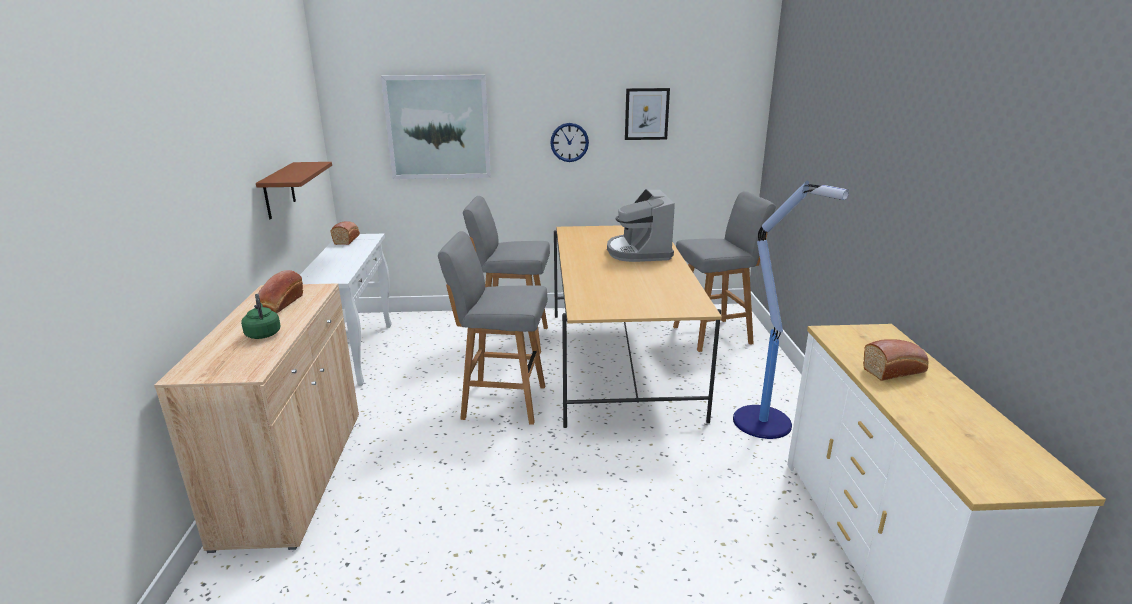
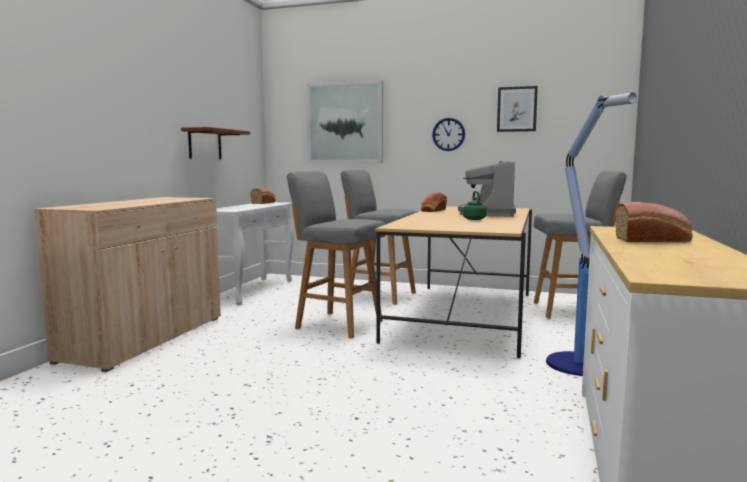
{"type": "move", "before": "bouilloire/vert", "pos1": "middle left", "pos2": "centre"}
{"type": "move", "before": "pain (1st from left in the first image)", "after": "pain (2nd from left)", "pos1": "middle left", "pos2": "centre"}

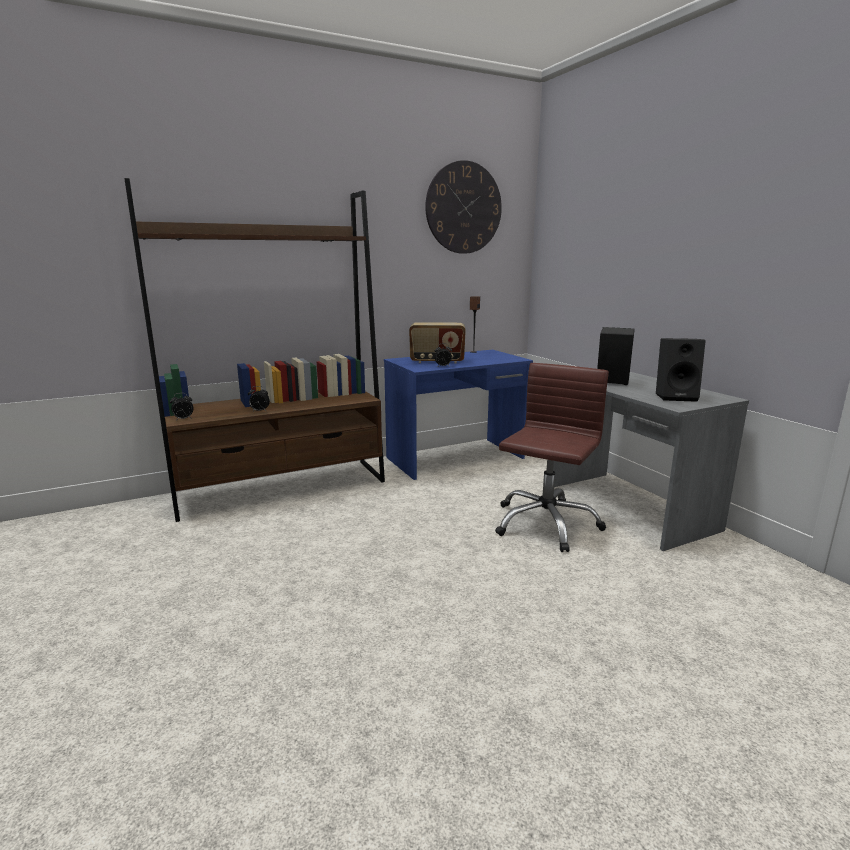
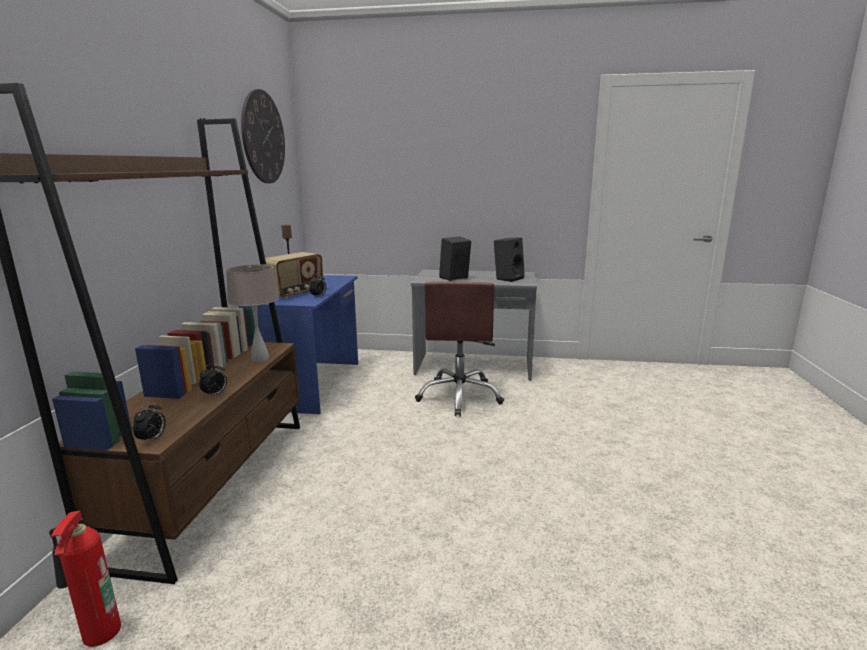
{"type": "rotate", "before": "chaise de bureau/marron", "pos1": "centre", "pos2": "centre", "turn": -150}
{"type": "insert", "after": "extincteur", "pos2": "bottom left"}
{"type": "insert", "after": "lampe de table/beige", "pos2": "middle left"}

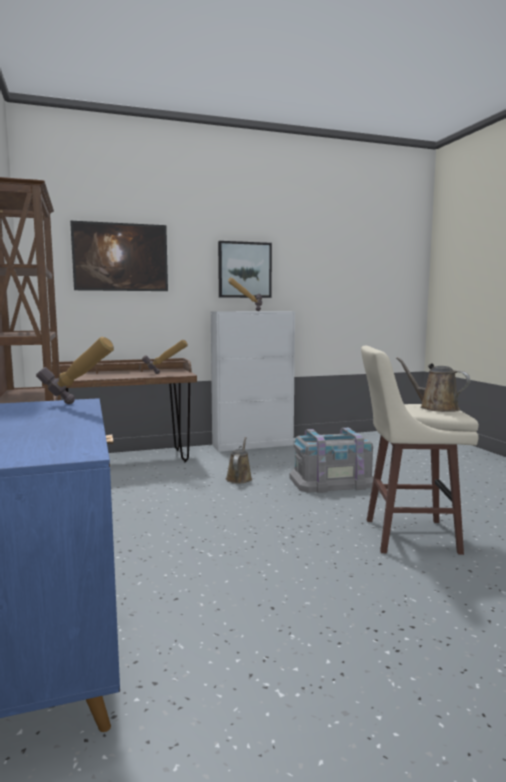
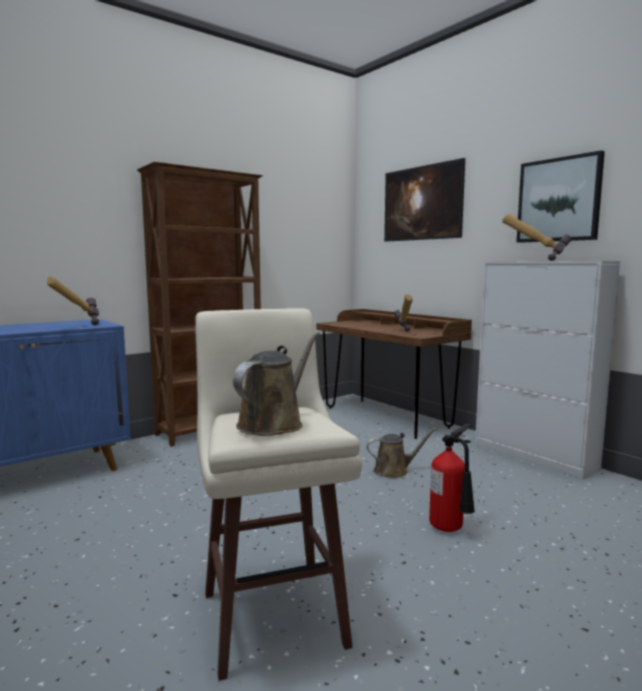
{"type": "replace", "before": "boîte de rangement/gris", "after": "extincteur", "pos1": "centre", "pos2": "bottom right"}

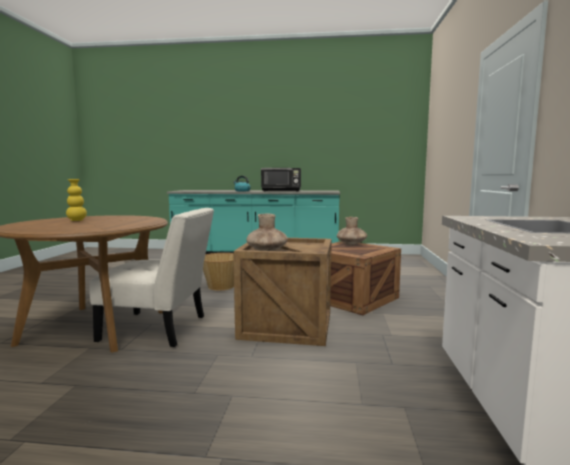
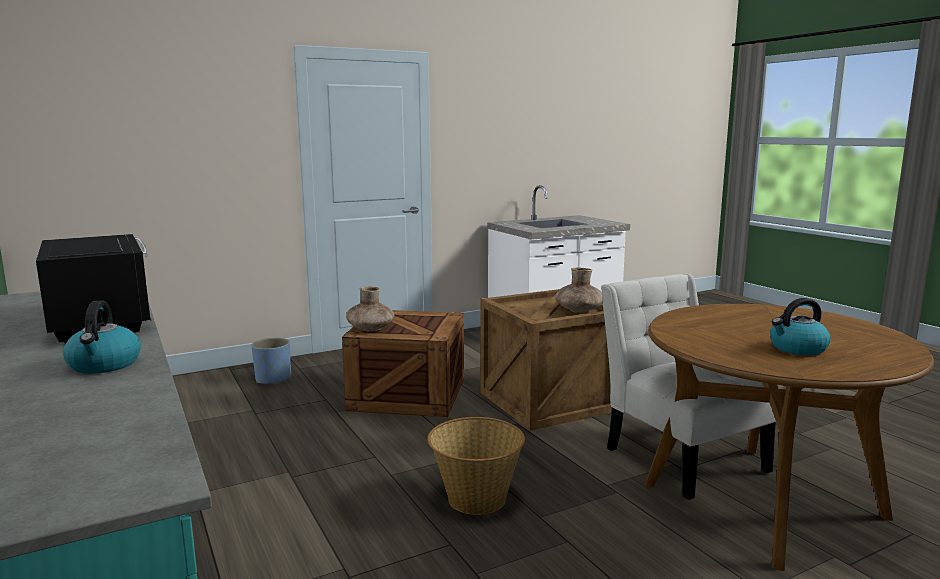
{"type": "replace", "before": "vase/jaune", "after": "bouilloire (2nd from left)", "pos1": "middle left", "pos2": "middle right"}
{"type": "insert", "after": "cache-pot/bleu", "pos2": "middle left"}

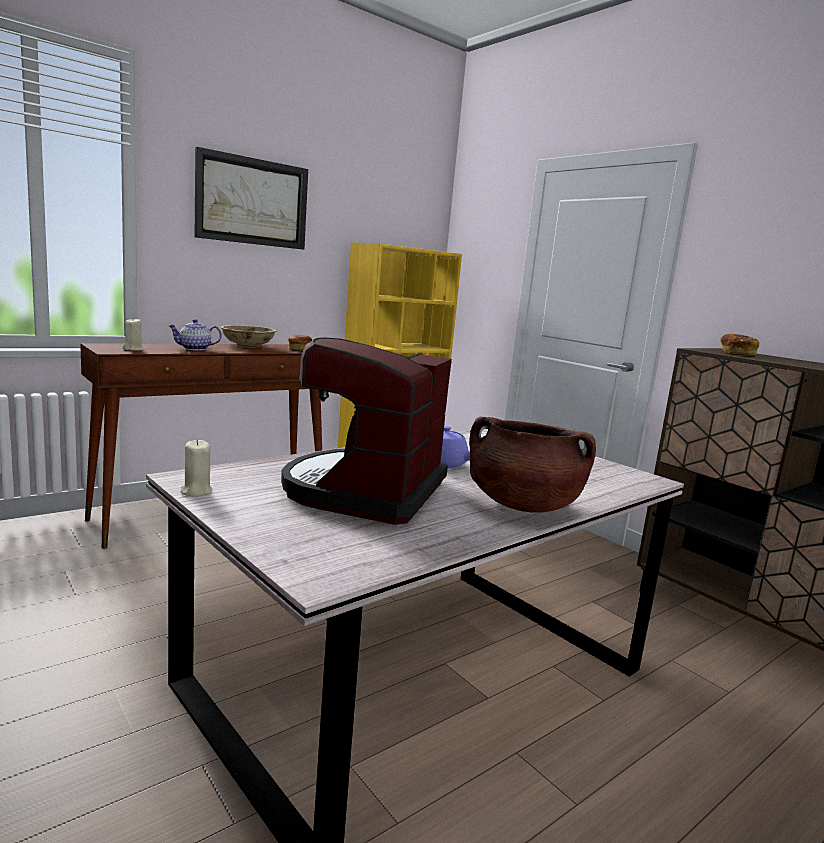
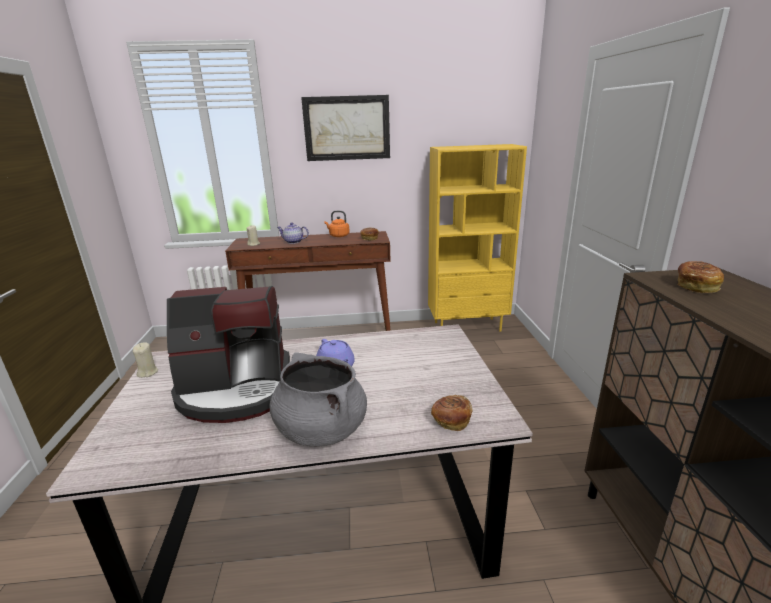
{"type": "replace", "before": "bol/beige", "after": "bouilloire/orange", "pos1": "middle left", "pos2": "centre"}
{"type": "rotate", "before": "machine à café", "pos1": "centre", "pos2": "middle left", "turn": -150}
{"type": "recolor", "before": "marmite/marron", "after": "marmite/gris", "pos1": "centre", "pos2": "centre"}
{"type": "insert", "after": "pain (2nd from left)", "pos2": "bottom centre"}

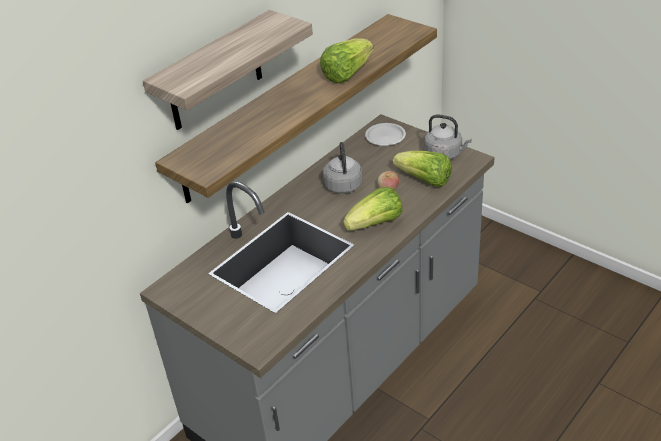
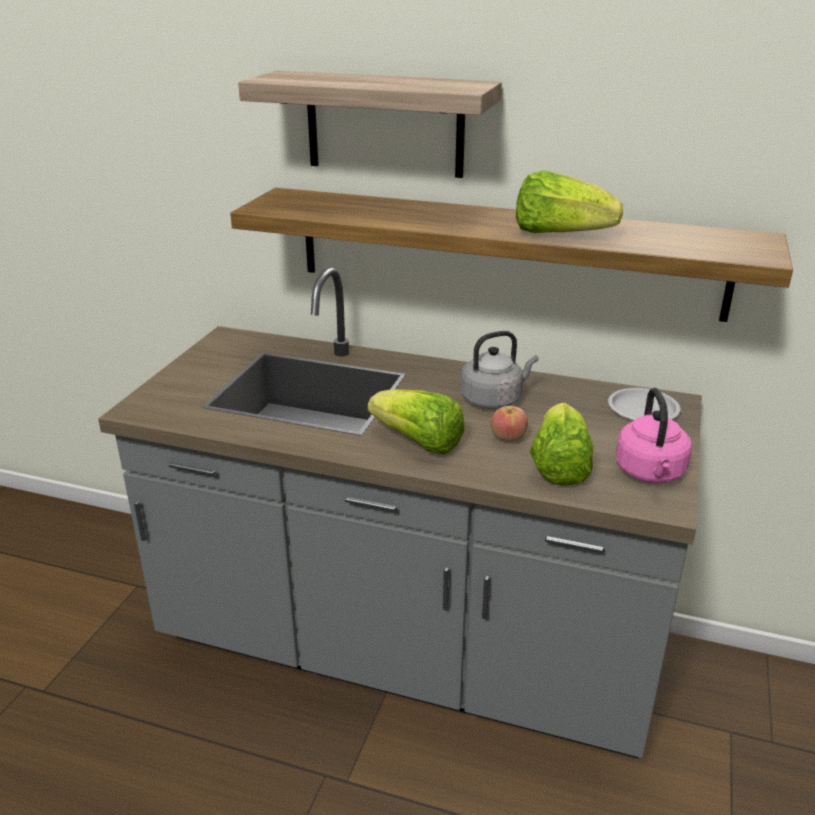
{"type": "recolor", "before": "bouilloire/gris (2nd from left)", "after": "bouilloire/rose", "pos1": "top right", "pos2": "middle right"}

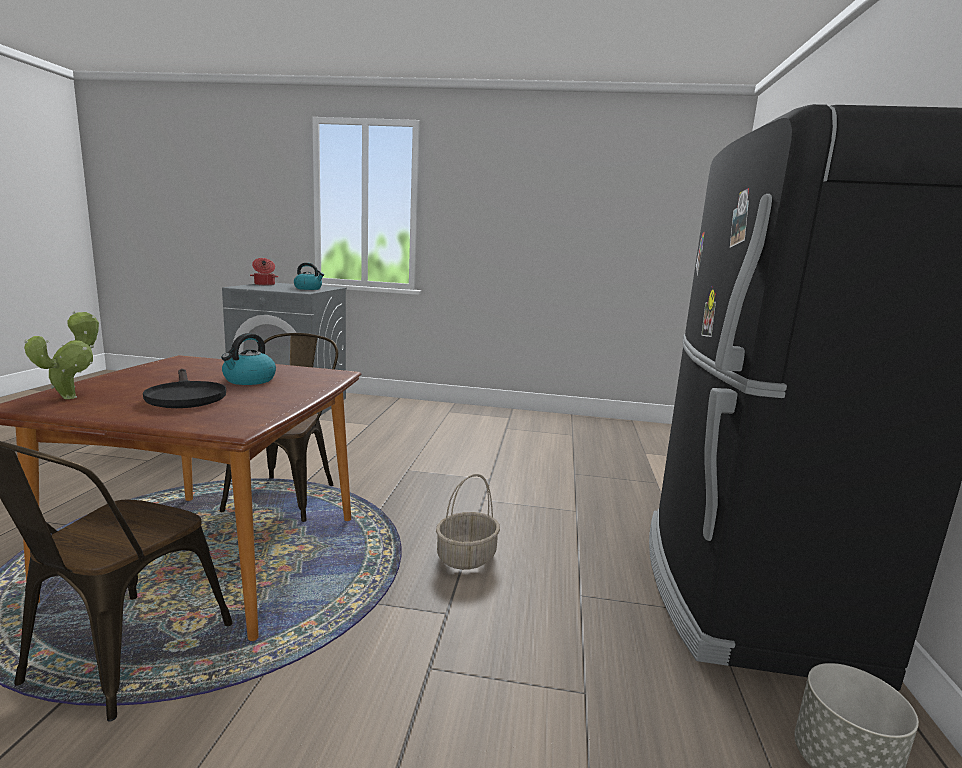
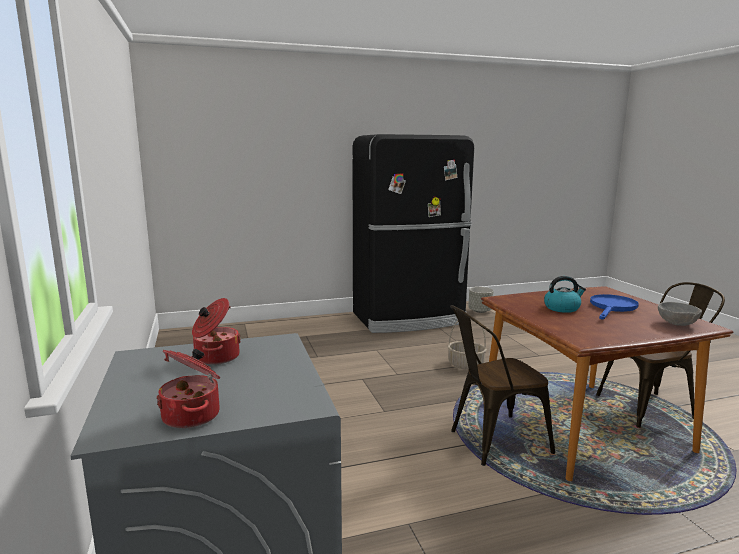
{"type": "replace", "before": "plante en pot", "after": "bol/gris", "pos1": "middle left", "pos2": "middle right"}
{"type": "recolor", "before": "poêle/noir", "after": "poêle/bleu", "pos1": "middle left", "pos2": "middle right"}
{"type": "replace", "before": "bouilloire (2nd from left)", "after": "marmite (2nd from left)", "pos1": "middle left", "pos2": "middle left"}

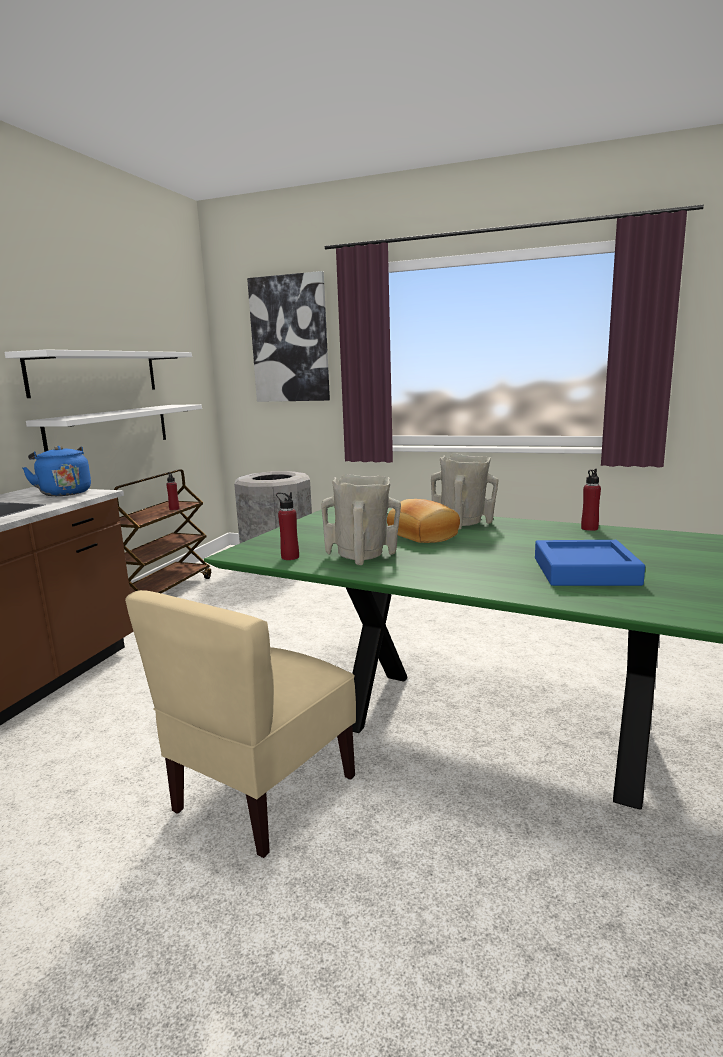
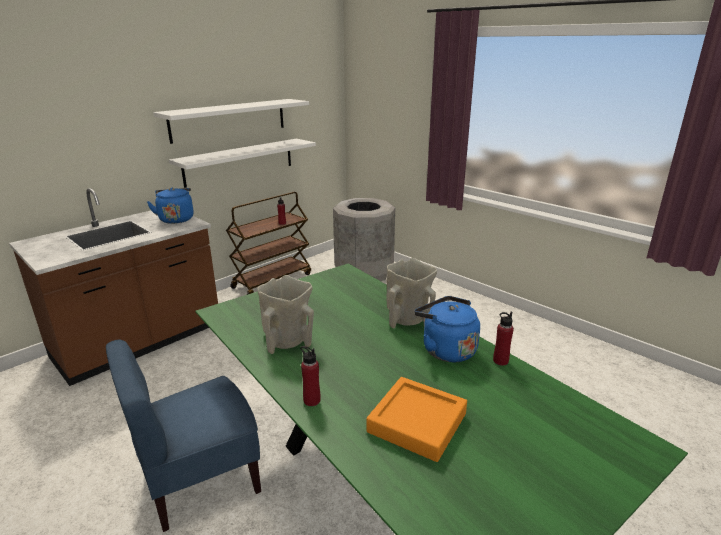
{"type": "recolor", "before": "chaise/beige", "after": "chaise/bleu", "pos1": "bottom left", "pos2": "bottom left"}
{"type": "delete", "before": "tableau", "pos1": "top centre"}
{"type": "move", "before": "bouteille/rouge (2nd from left)", "pos1": "centre", "pos2": "bottom centre"}
{"type": "delete", "before": "pain", "pos1": "centre"}
{"type": "recolor", "before": "plateau/bleu", "after": "plateau/orange", "pos1": "middle right", "pos2": "bottom centre"}
{"type": "insert", "after": "bouilloire/bleu (2nd from left)", "pos2": "centre"}

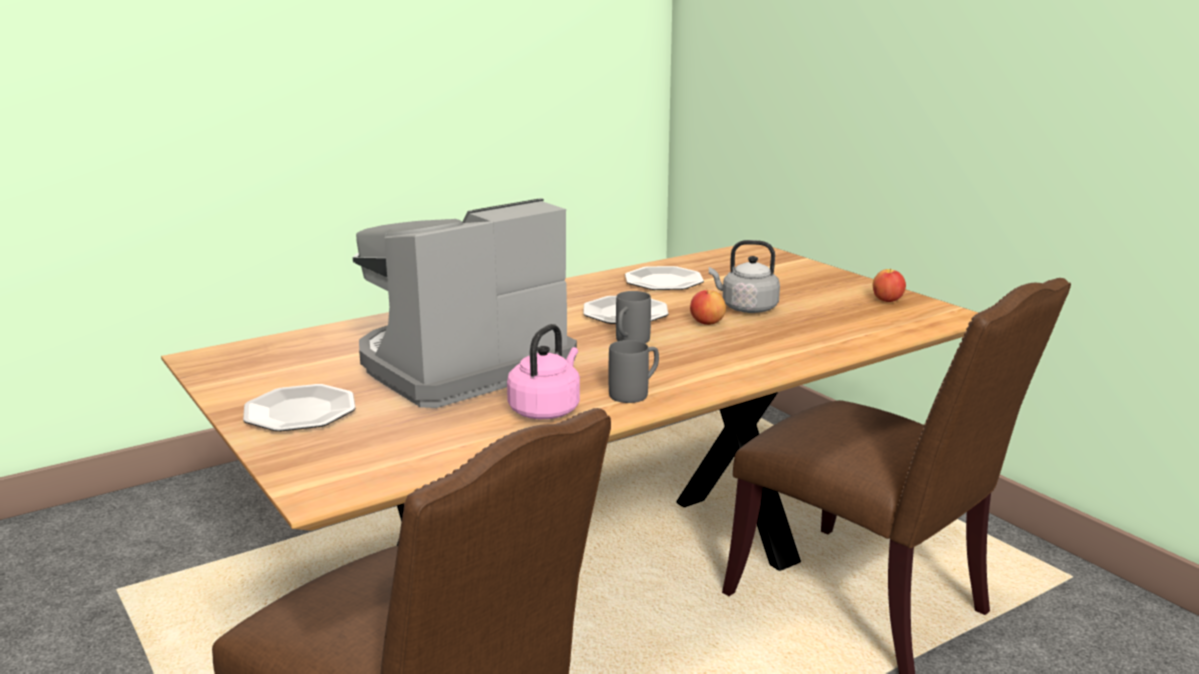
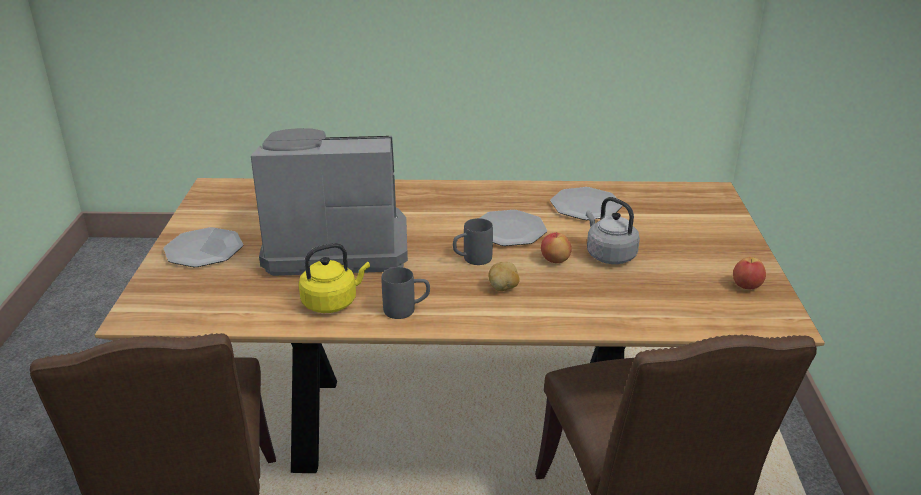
{"type": "recolor", "before": "bouilloire/rose", "after": "bouilloire/jaune", "pos1": "centre", "pos2": "centre"}
{"type": "insert", "after": "pomme de terre", "pos2": "centre"}

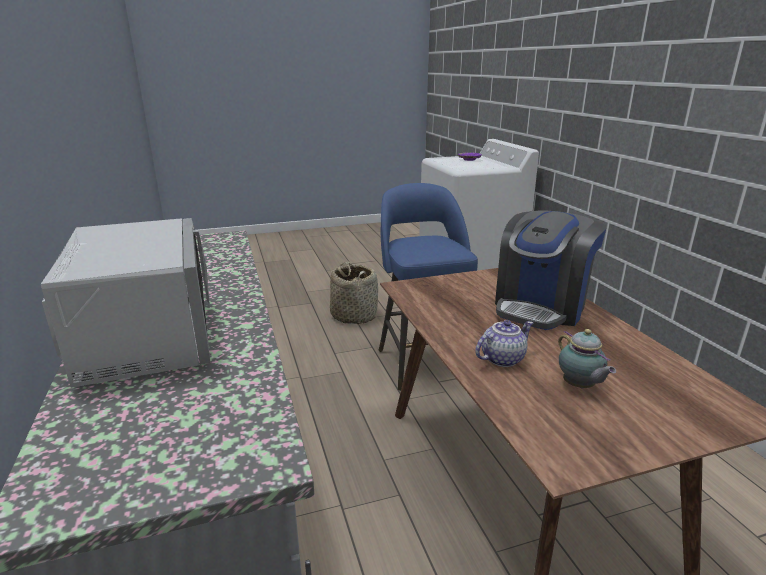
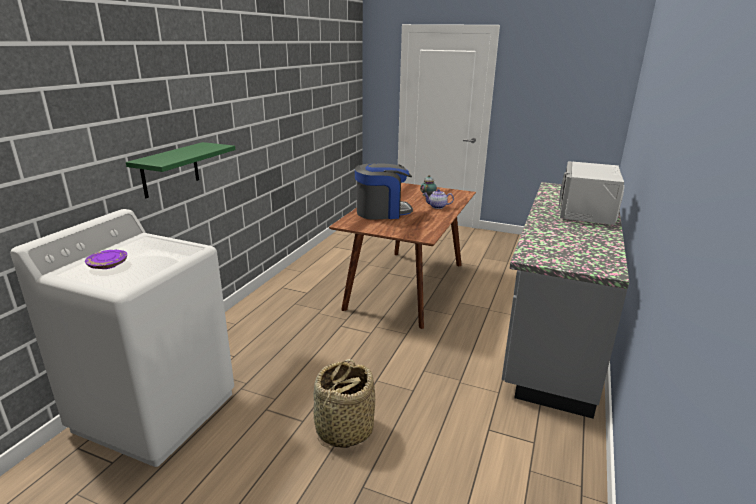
{"type": "delete", "before": "tabouret/bleu", "pos1": "centre"}
{"type": "insert", "after": "étagère/vert", "pos2": "middle left"}

